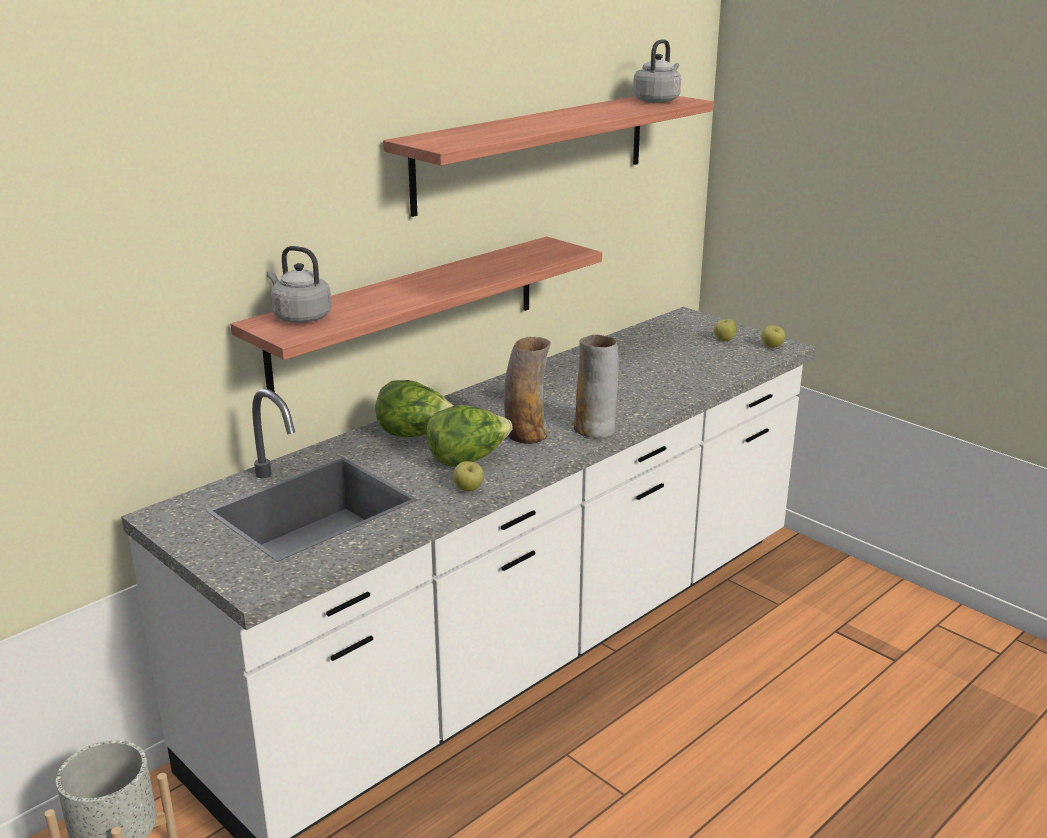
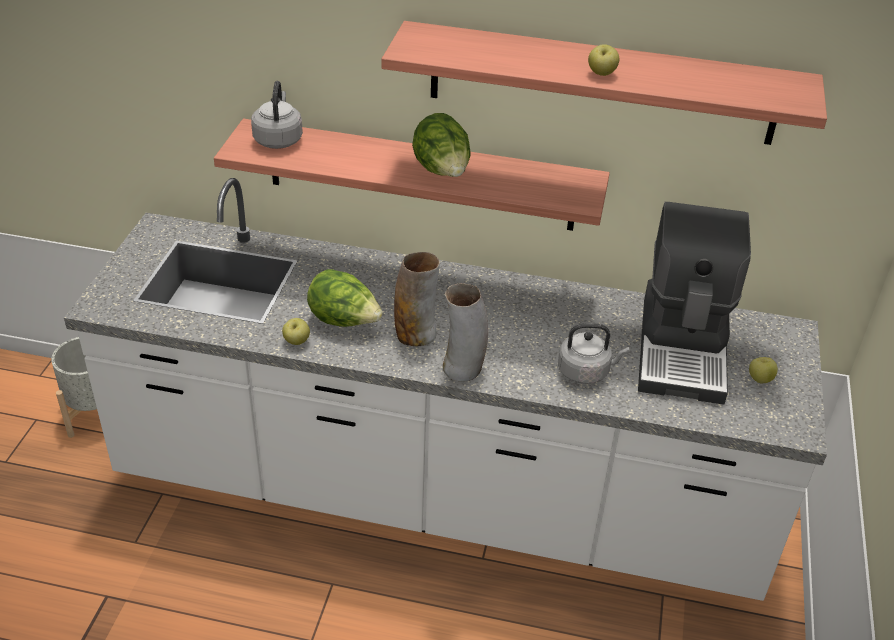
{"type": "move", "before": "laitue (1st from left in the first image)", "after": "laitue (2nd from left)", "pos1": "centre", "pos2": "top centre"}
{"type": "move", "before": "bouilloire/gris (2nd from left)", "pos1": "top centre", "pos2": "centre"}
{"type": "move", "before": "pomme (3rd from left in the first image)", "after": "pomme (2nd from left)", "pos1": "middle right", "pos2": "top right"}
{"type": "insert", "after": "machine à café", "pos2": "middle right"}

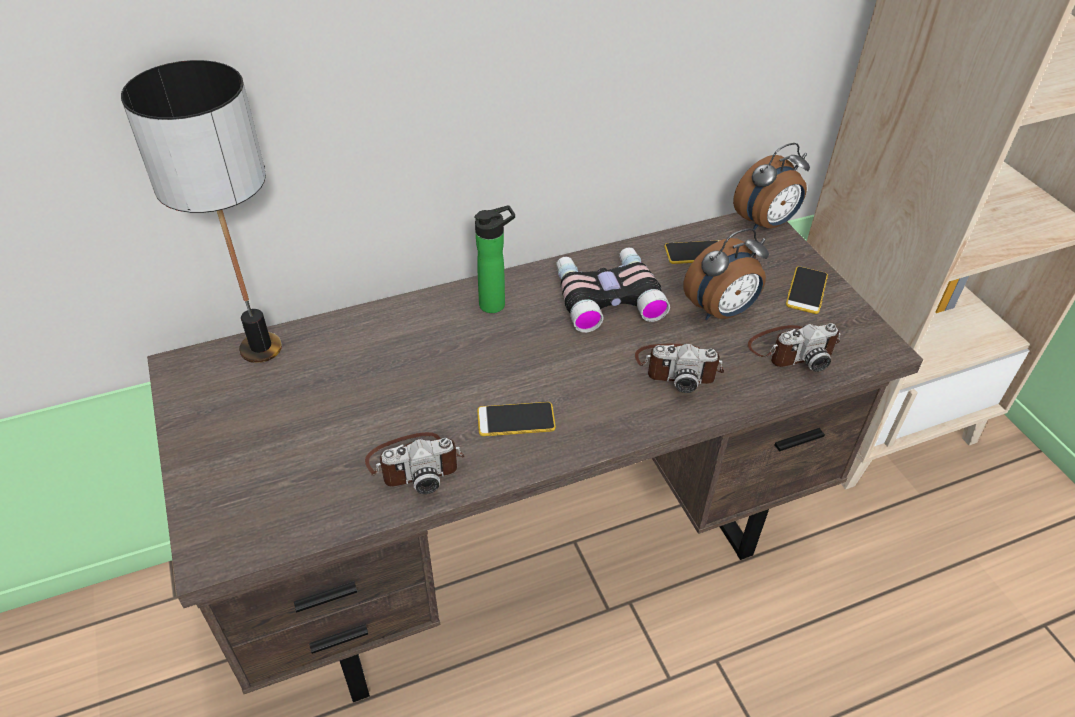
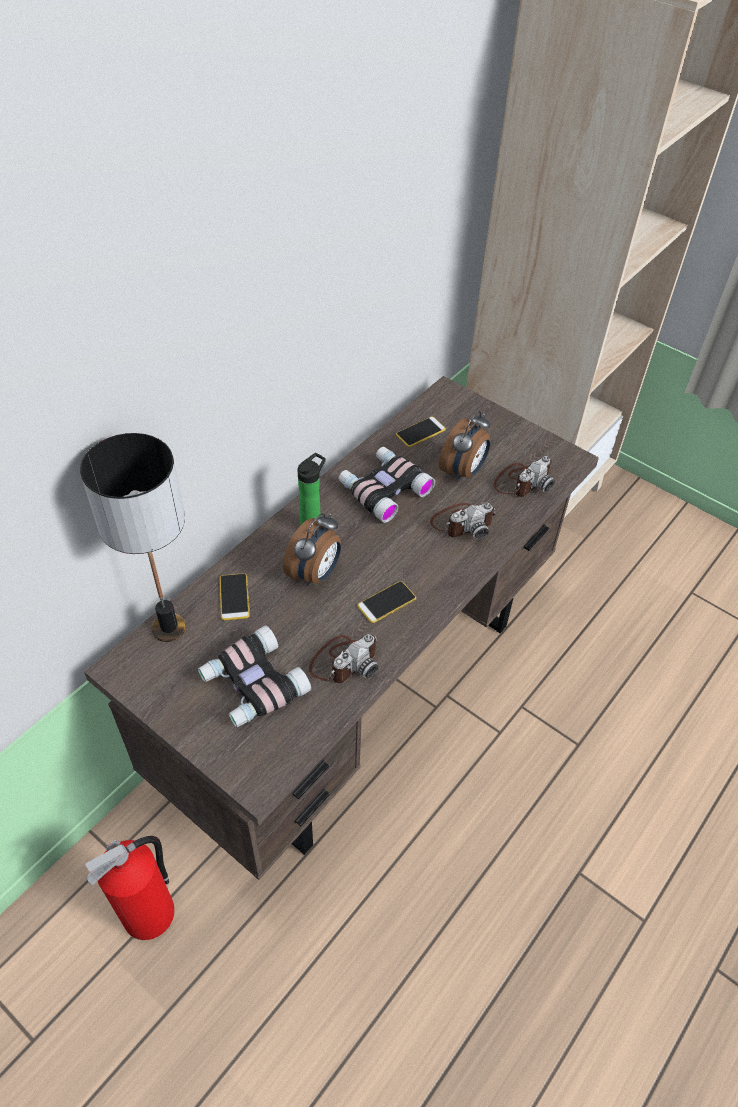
{"type": "move", "before": "réveil (2nd from left in the first image)", "after": "réveil (1st from left)", "pos1": "top right", "pos2": "centre"}
{"type": "move", "before": "téléphone (3rd from left in the first image)", "after": "téléphone (1st from left)", "pos1": "middle right", "pos2": "middle left"}
{"type": "insert", "after": "extincteur", "pos2": "bottom left"}
{"type": "insert", "after": "jumelles (1st from left)", "pos2": "centre"}

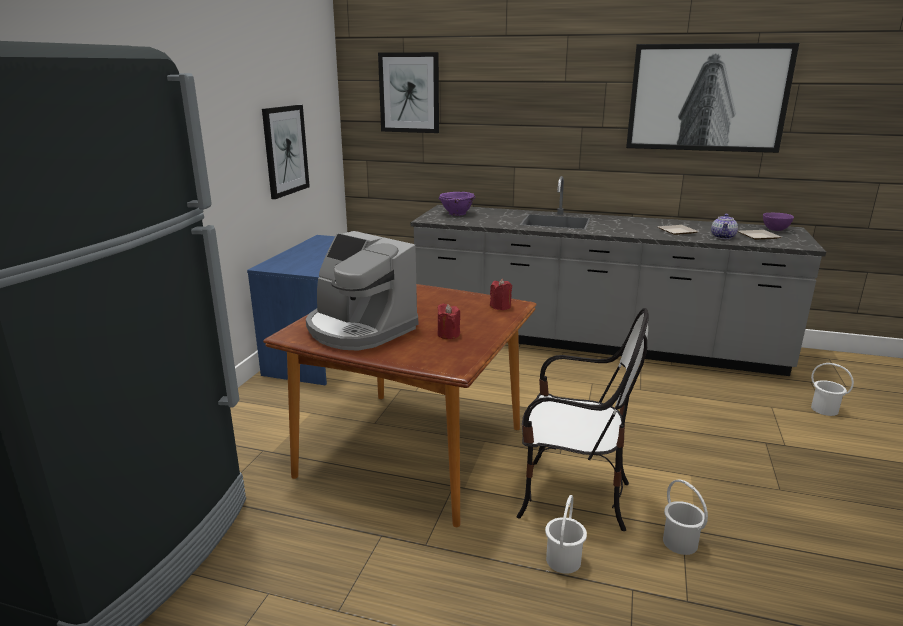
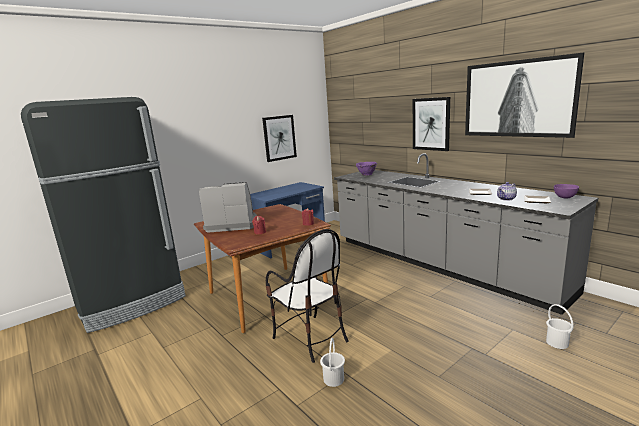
{"type": "rotate", "before": "machine à café", "pos1": "centre", "pos2": "centre", "turn": 105}
{"type": "move", "before": "tableau (2nd from left)", "pos1": "top centre", "pos2": "top right"}
{"type": "delete", "before": "seau/blanc (1st from left)", "pos1": "bottom centre"}

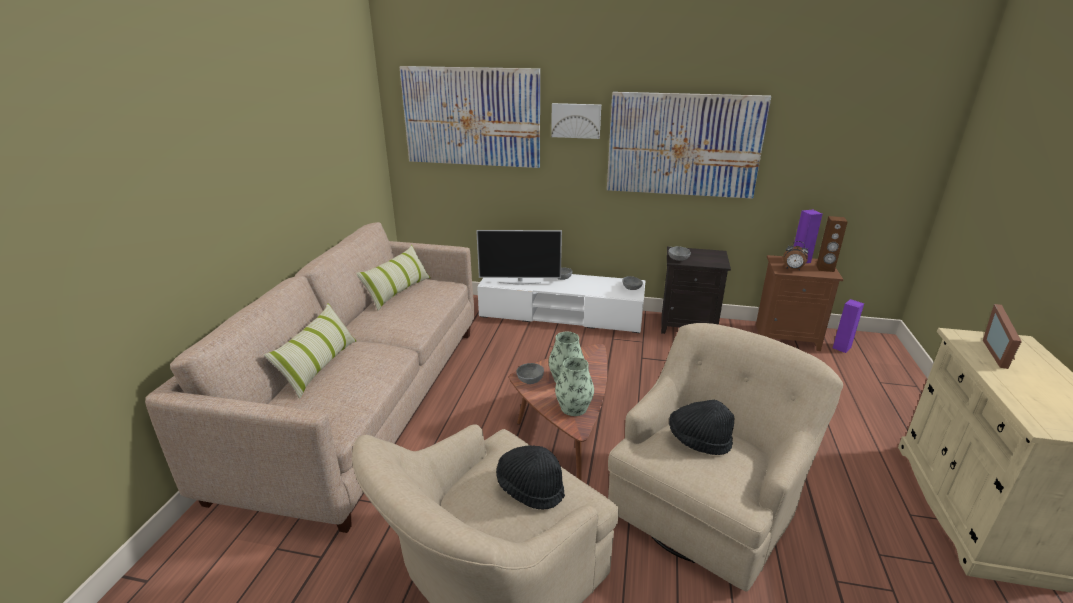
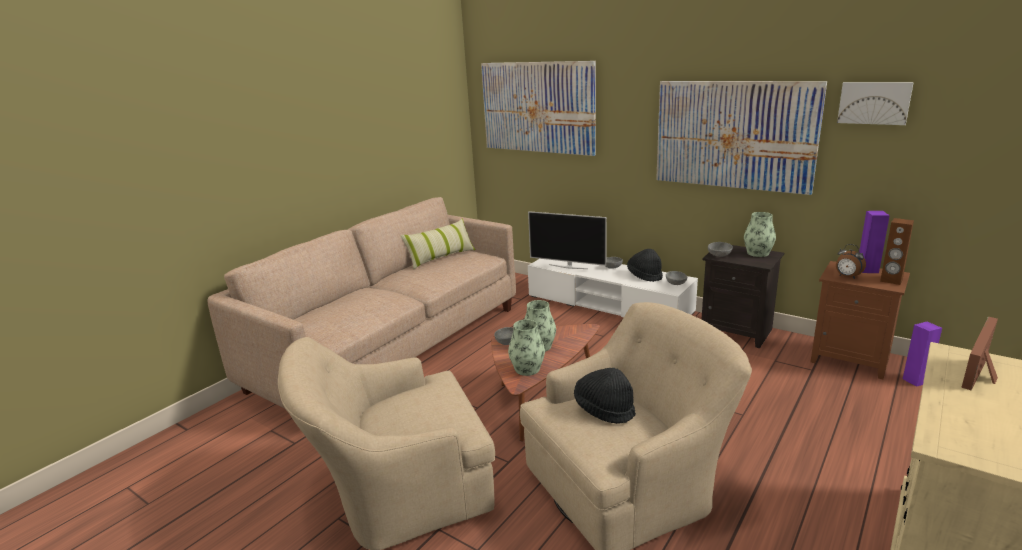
{"type": "delete", "before": "coussin (1st from left)", "pos1": "middle left"}
{"type": "move", "before": "chapeau/noir (1st from left in the first image)", "after": "chapeau/noir (2nd from left)", "pos1": "bottom centre", "pos2": "centre"}
{"type": "move", "before": "tableau (2nd from left in the first image)", "after": "tableau (3rd from left)", "pos1": "top centre", "pos2": "top right"}
{"type": "insert", "after": "vase (3rd from left)", "pos2": "middle right"}

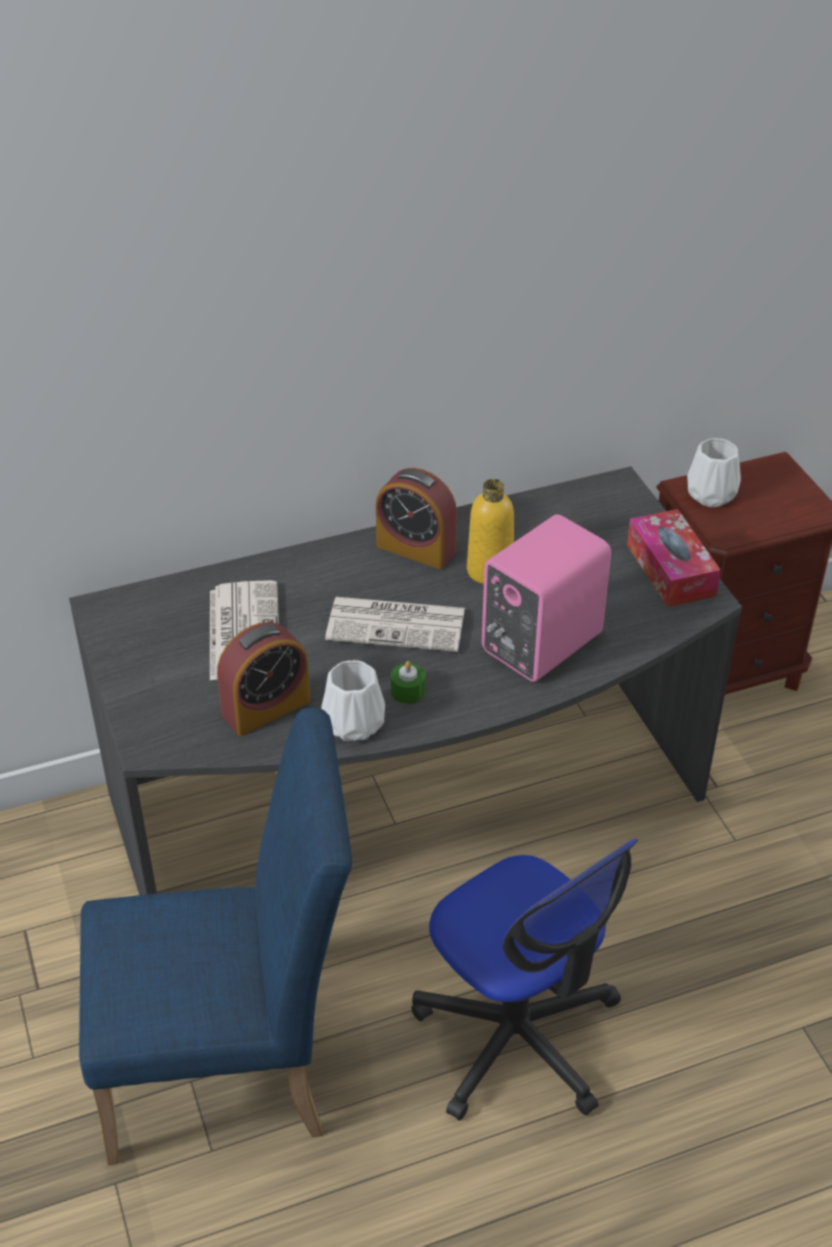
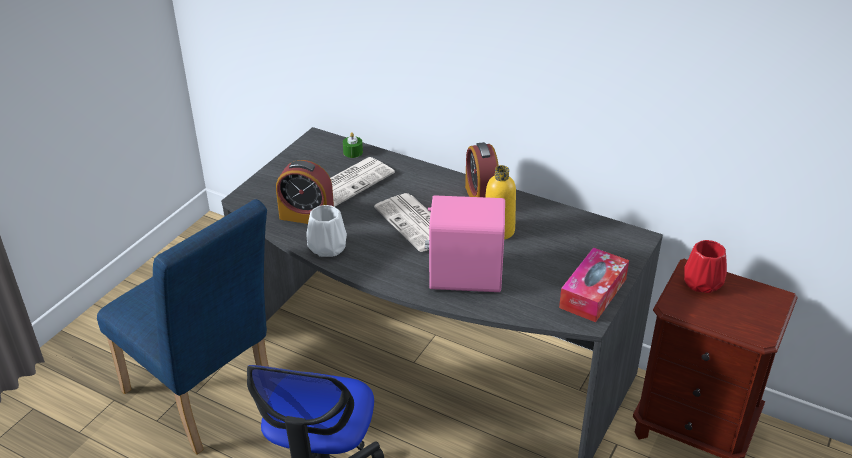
{"type": "move", "before": "bougie/vert", "pos1": "centre", "pos2": "top centre"}
{"type": "recolor", "before": "vase/blanc (2nd from left)", "after": "vase/rouge", "pos1": "middle right", "pos2": "middle right"}

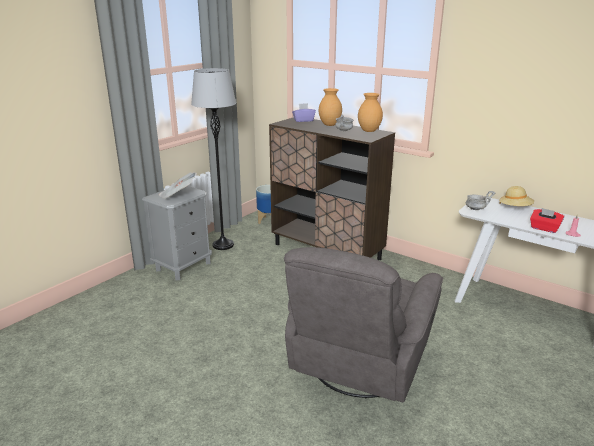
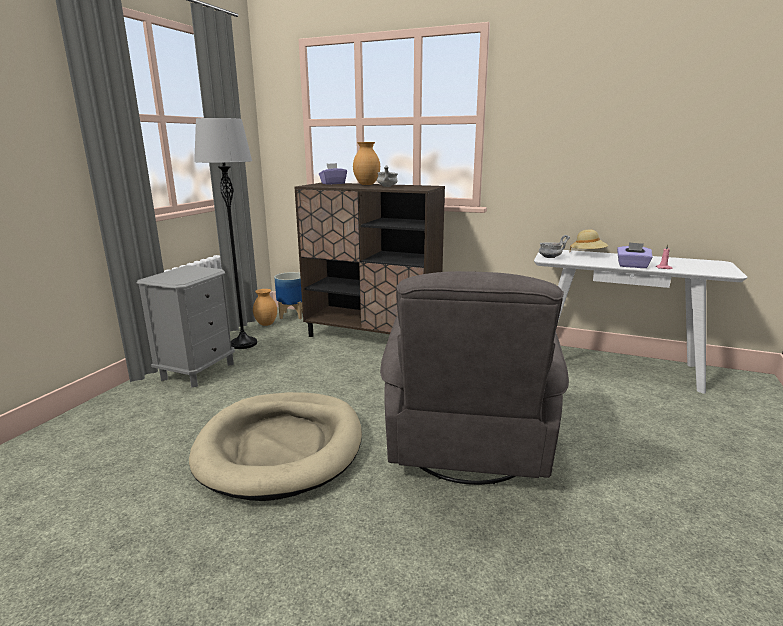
{"type": "delete", "before": "journal", "pos1": "middle left"}
{"type": "move", "before": "vase/marron (2nd from left in the first image)", "after": "vase/marron (1st from left)", "pos1": "top centre", "pos2": "centre"}
{"type": "recolor", "before": "boîte à mouchoirs/rouge", "after": "boîte à mouchoirs/violet (2nd from left)", "pos1": "middle right", "pos2": "middle right"}
{"type": "insert", "after": "panier pour chien/beige", "pos2": "bottom centre"}

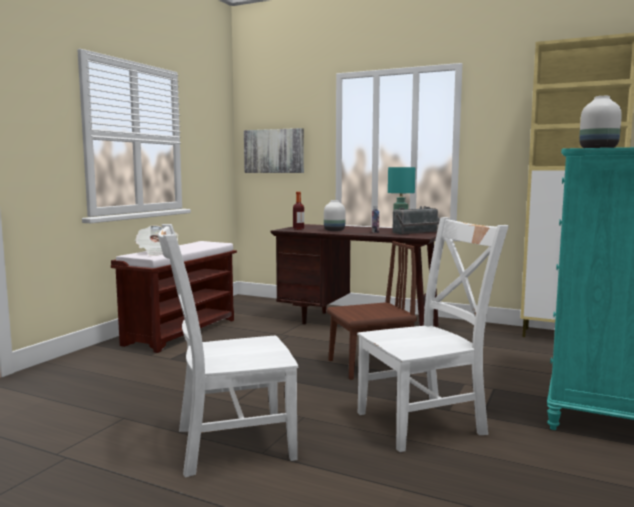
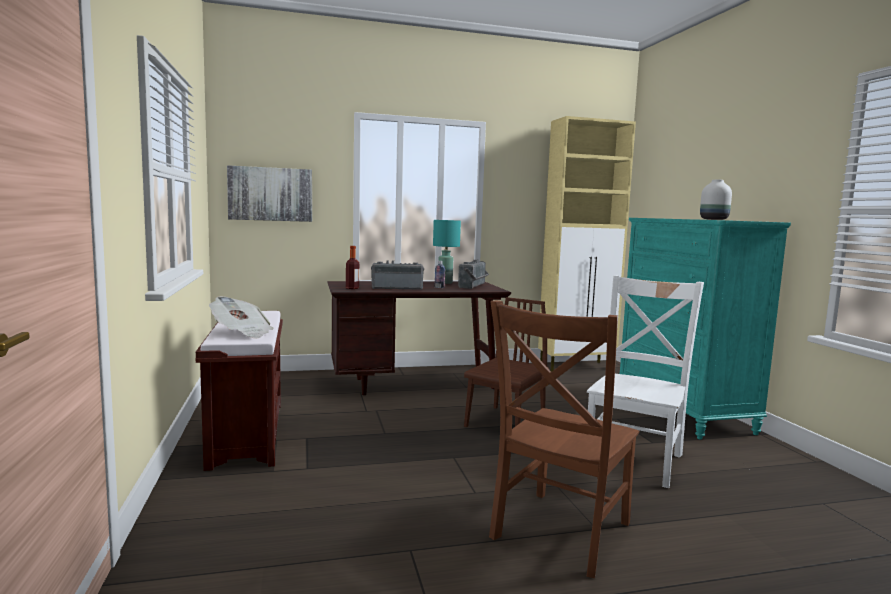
{"type": "recolor", "before": "chaise/blanc (1st from left)", "after": "chaise/marron (2nd from left)", "pos1": "bottom centre", "pos2": "bottom centre"}
{"type": "replace", "before": "vase/blanc (1st from left)", "after": "radio (1st from left)", "pos1": "centre", "pos2": "centre"}

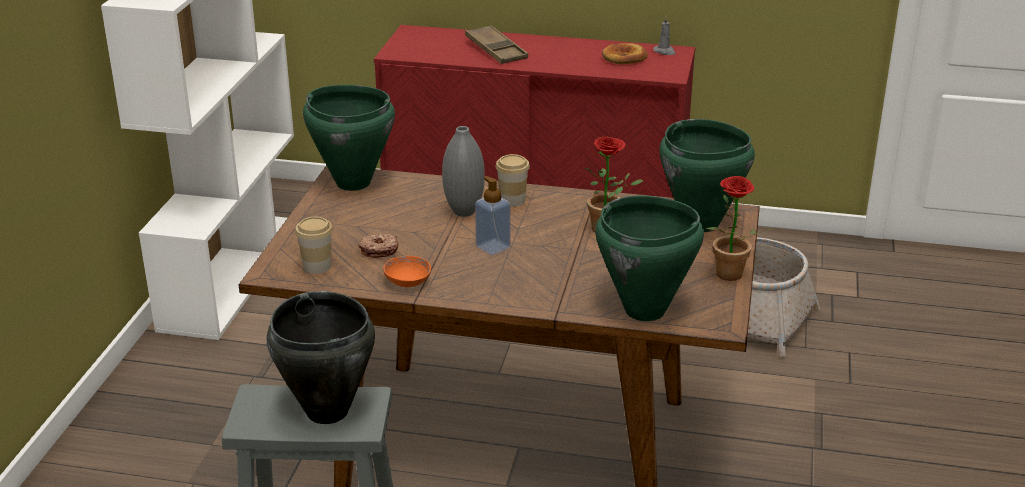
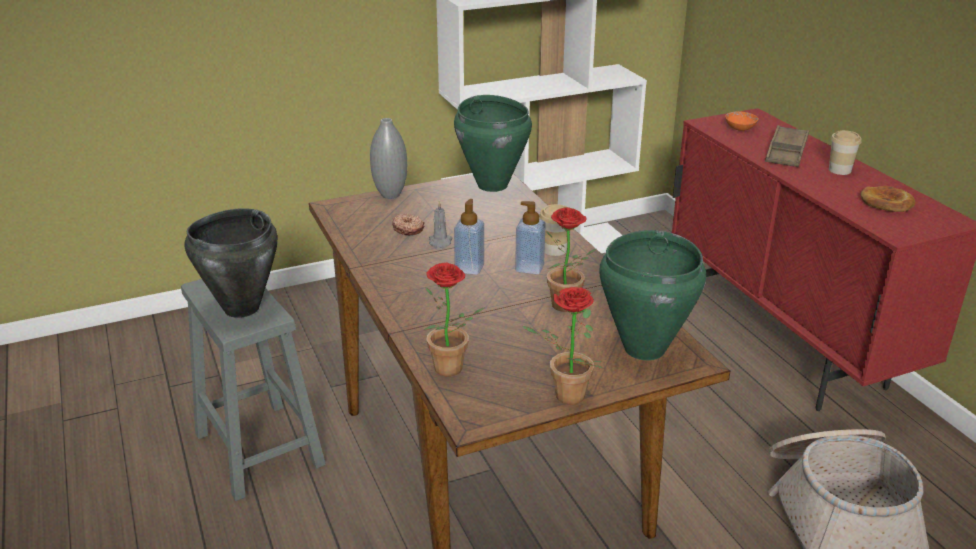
{"type": "move", "before": "tasse (1st from left in the first image)", "after": "tasse (2nd from left)", "pos1": "middle left", "pos2": "top right"}
{"type": "move", "before": "bol/orange", "pos1": "centre", "pos2": "top right"}
{"type": "move", "before": "vase/gris", "pos1": "centre", "pos2": "top centre"}
{"type": "replace", "before": "marmite/vert (2nd from left)", "after": "plante en pot (1st from left)", "pos1": "centre", "pos2": "centre"}
{"type": "move", "before": "bougie/gris", "pos1": "top centre", "pos2": "centre"}
{"type": "insert", "after": "distributeur de savon (2nd from left)", "pos2": "centre"}

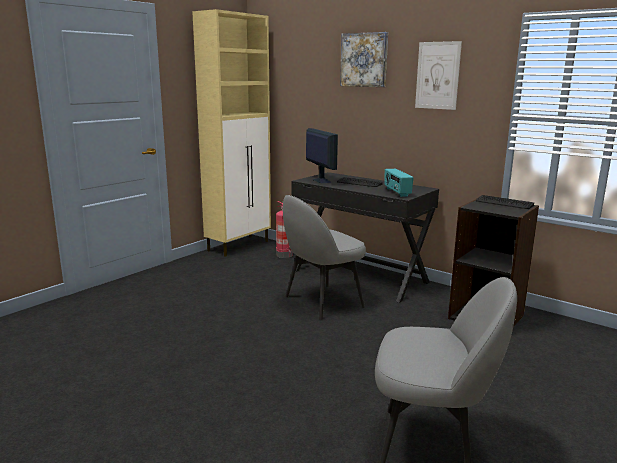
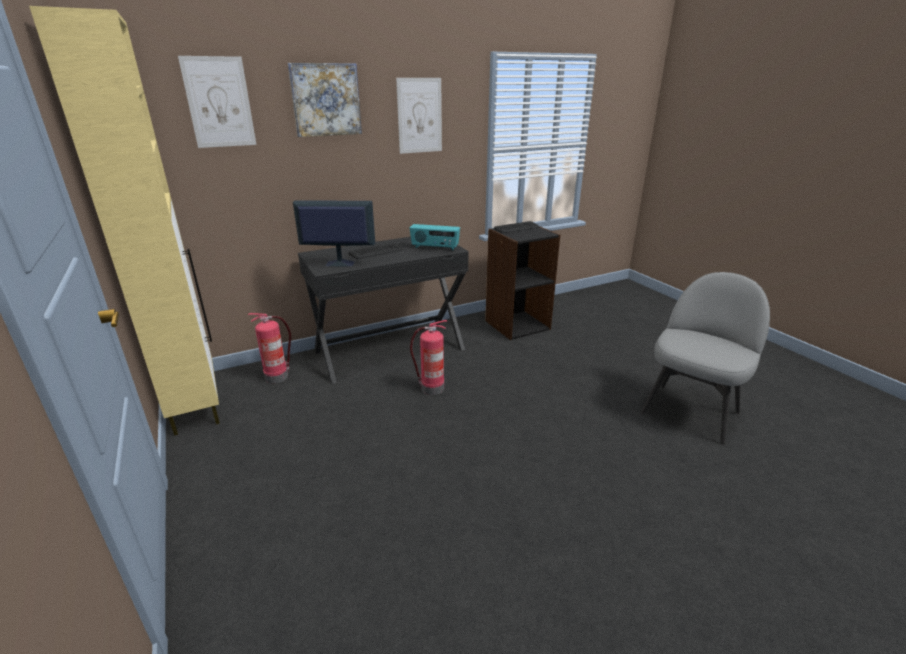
{"type": "replace", "before": "chaise/gris (1st from left)", "after": "extincteur (2nd from left)", "pos1": "centre", "pos2": "centre"}
{"type": "insert", "after": "tableau (1st from left)", "pos2": "top left"}

